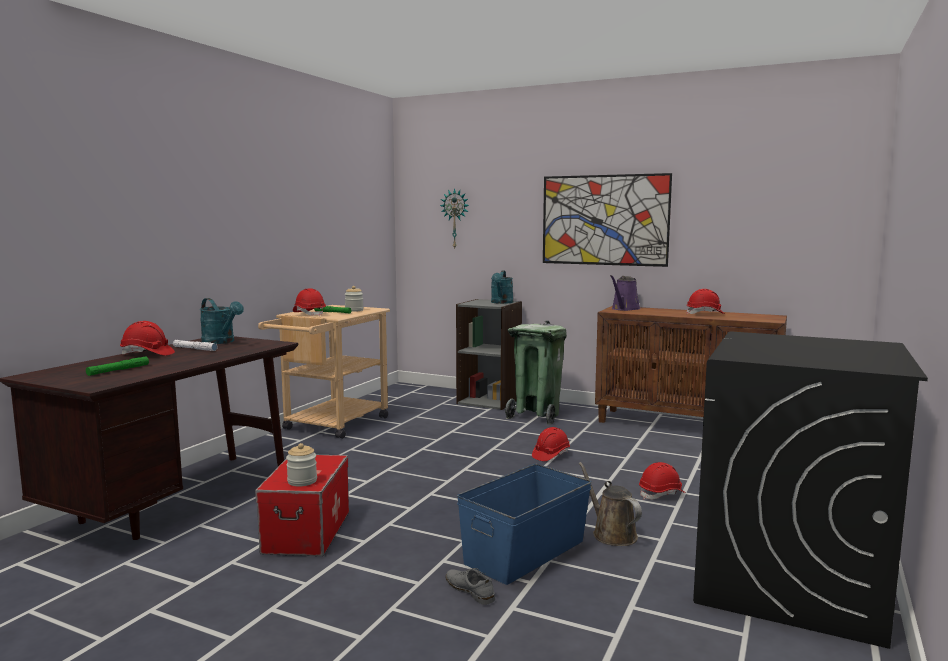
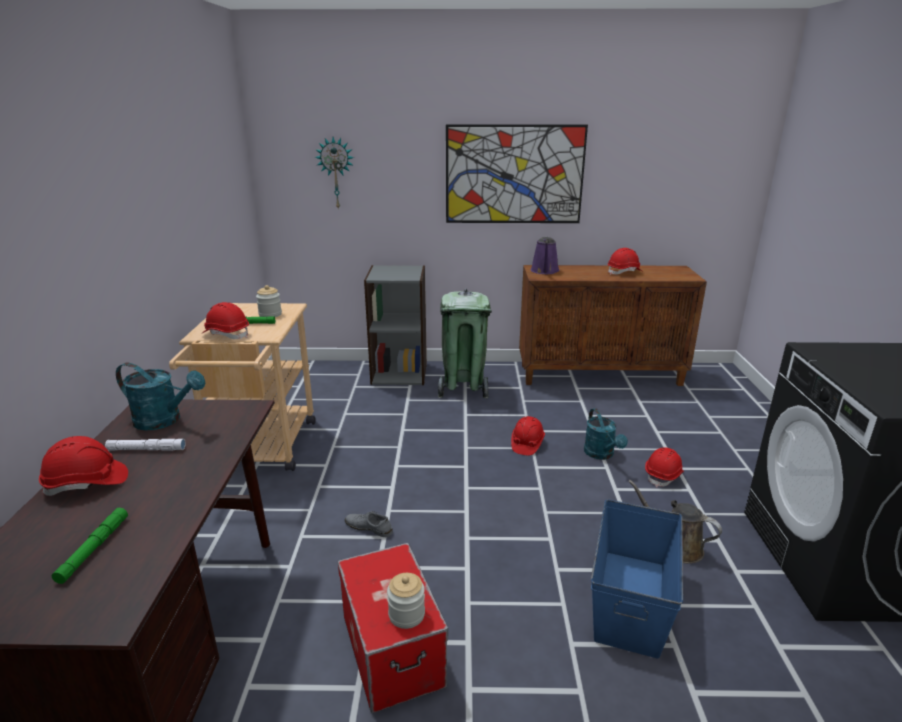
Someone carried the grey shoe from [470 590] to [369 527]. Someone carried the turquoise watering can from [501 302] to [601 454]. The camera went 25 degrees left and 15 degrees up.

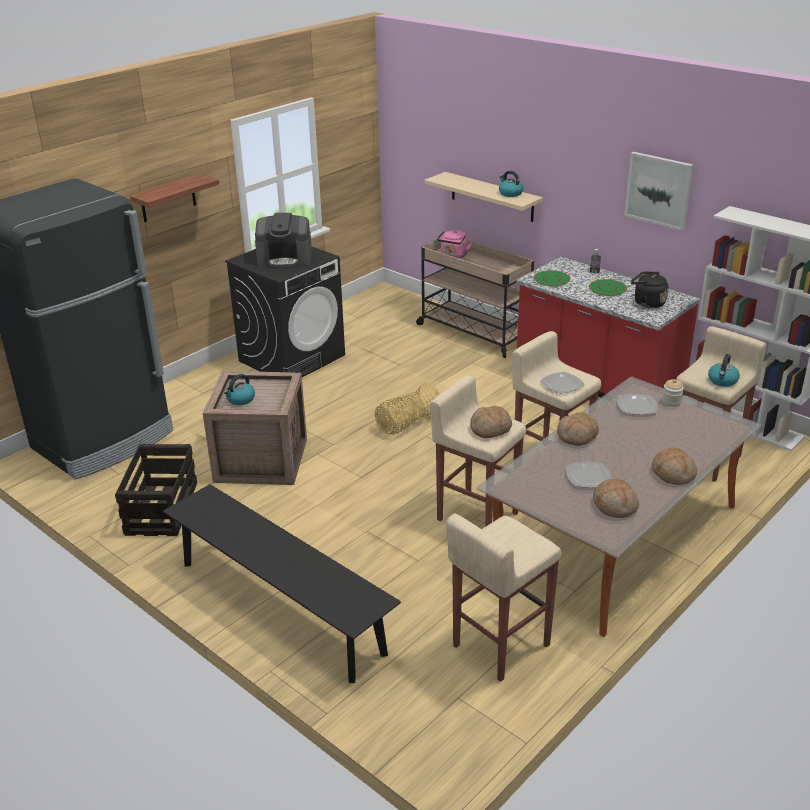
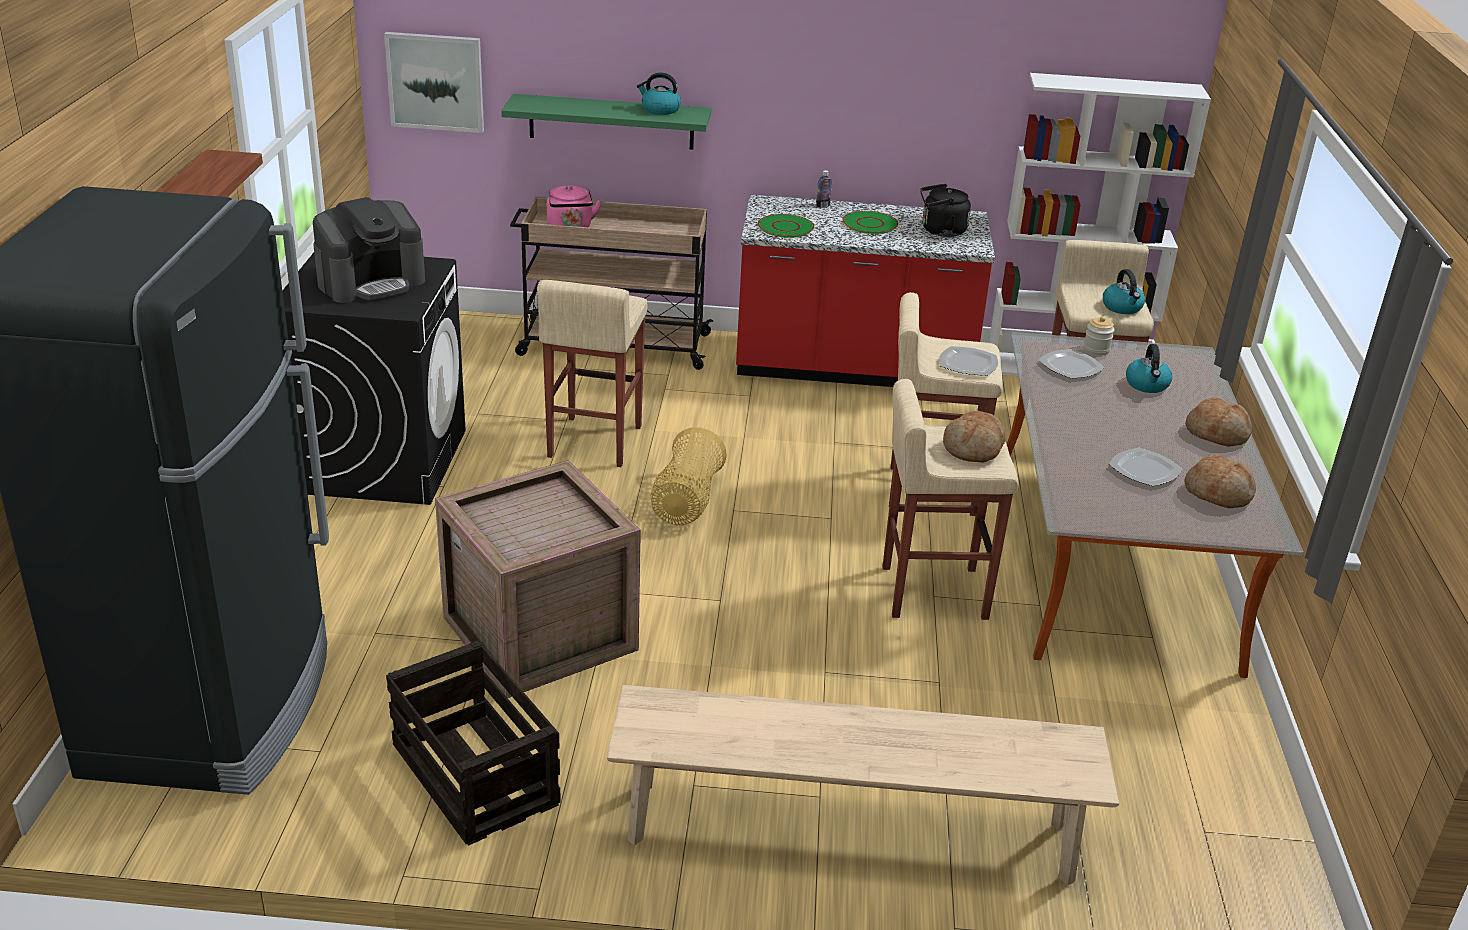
Someone carried the picture from [659 190] to [435 81]. Someone repainted the beige shelf at [492 197], which became the green shelf at [611 122]. Someone carried the beige stool from [499 645] to [593 442]. Someone repainted the black bench at [280 607], which became the beige bench at [850 832]. Someone carried the kettle from [240 399] to [1147 385]. Someone took away the bread at [577 436]. The camera went 40 degrees left and 0 degrees up.

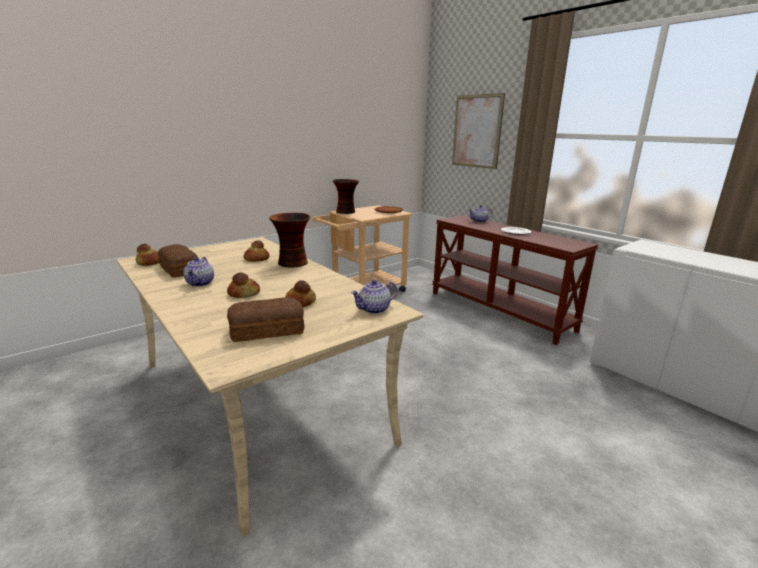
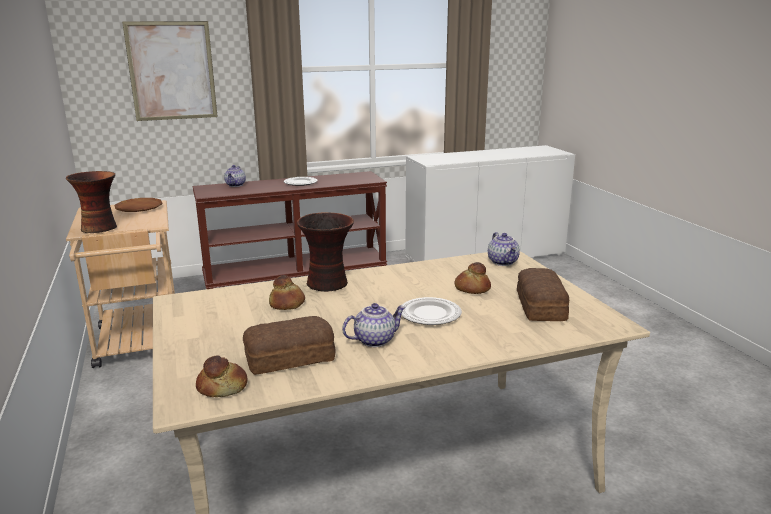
Someone rotated the teapot at [201 283] by 45 degrees counterclockwise. Someone swapped the bread at [244 293] for the plate at [429 314]. The camera went 70 degrees left and 0 degrees up.

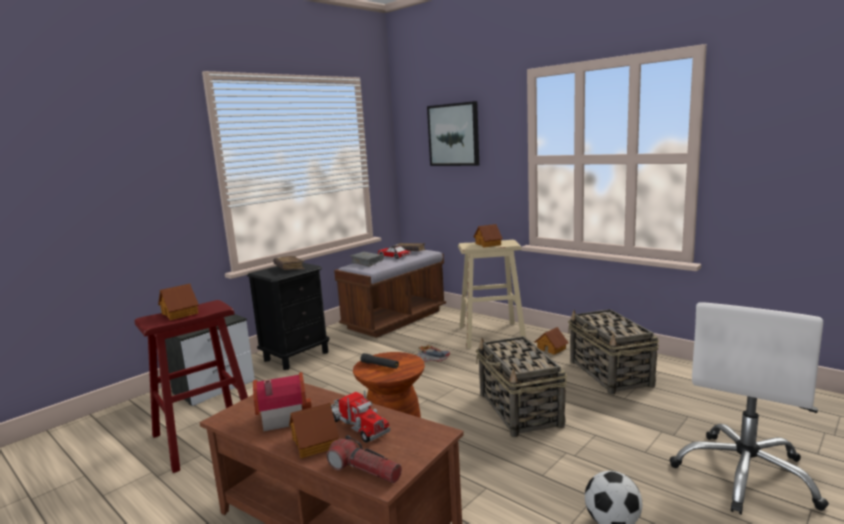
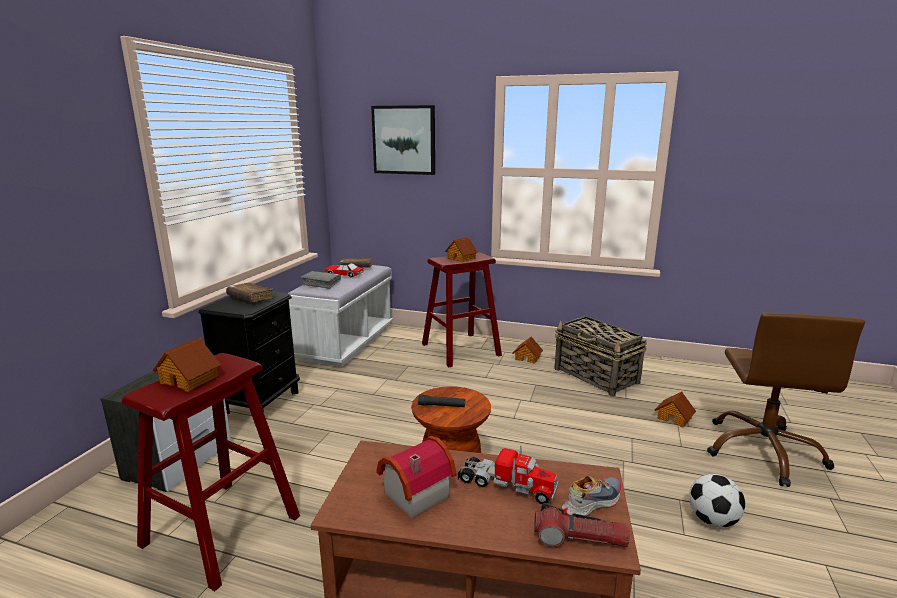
Someone repainted the brown bench at [395 319], which became the white bench at [345 343]. Someone repainted the beige stool at [491 334], which became the red stool at [461 349]. Someone carried the shoe from [432 359] to [591 502]. Someone carried the toy house from [315 442] to [674 418]. Someone repainted the white office chair at [745 475], which became the brown office chair at [763 451]. Someone took away the basket at [520 410]. The camera went 25 degrees left and 5 degrees up.

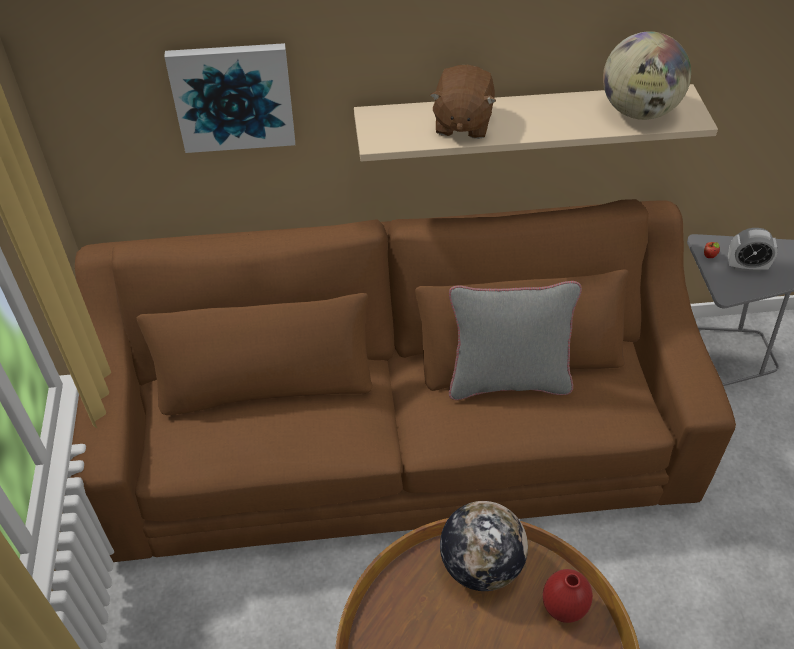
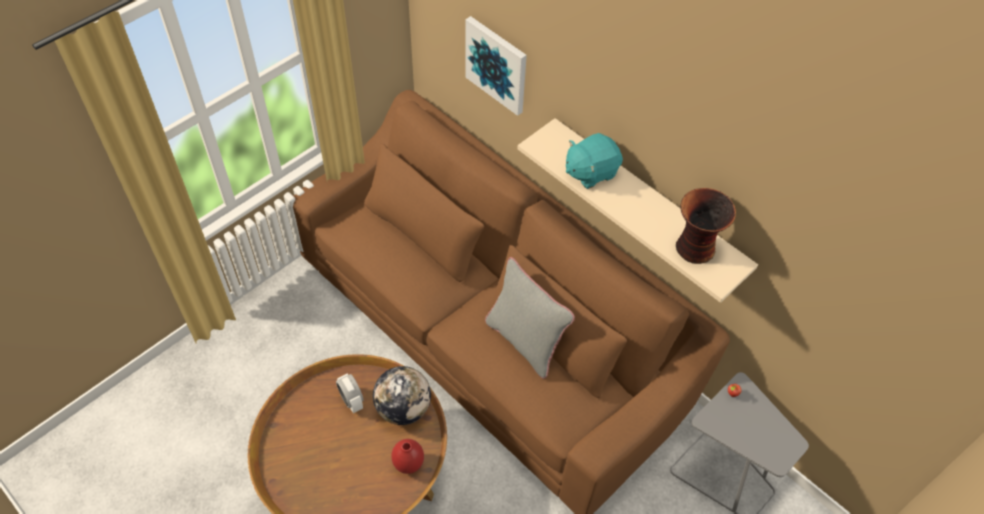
Someone carried the alarm clock from [746 266] to [351 400]. Someone repainted the brown plush toy at [461 123], which became the turquoise plush toy at [590 172]. Someone swapped the globe at [638 111] for the vase at [694 249]. The camera went 50 degrees right and 5 degrees up.

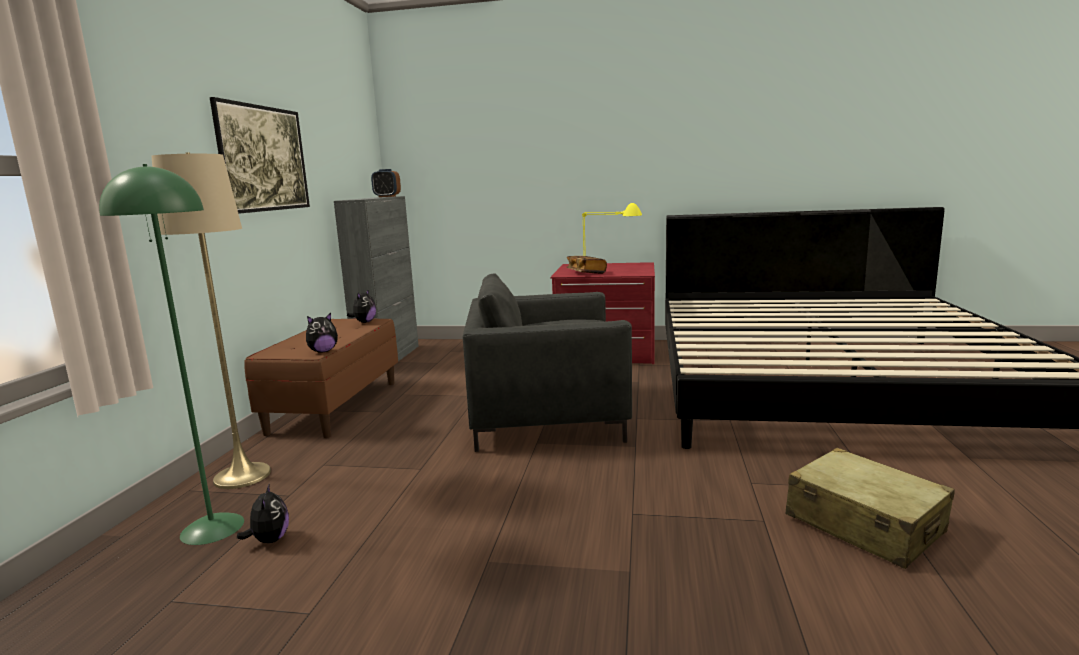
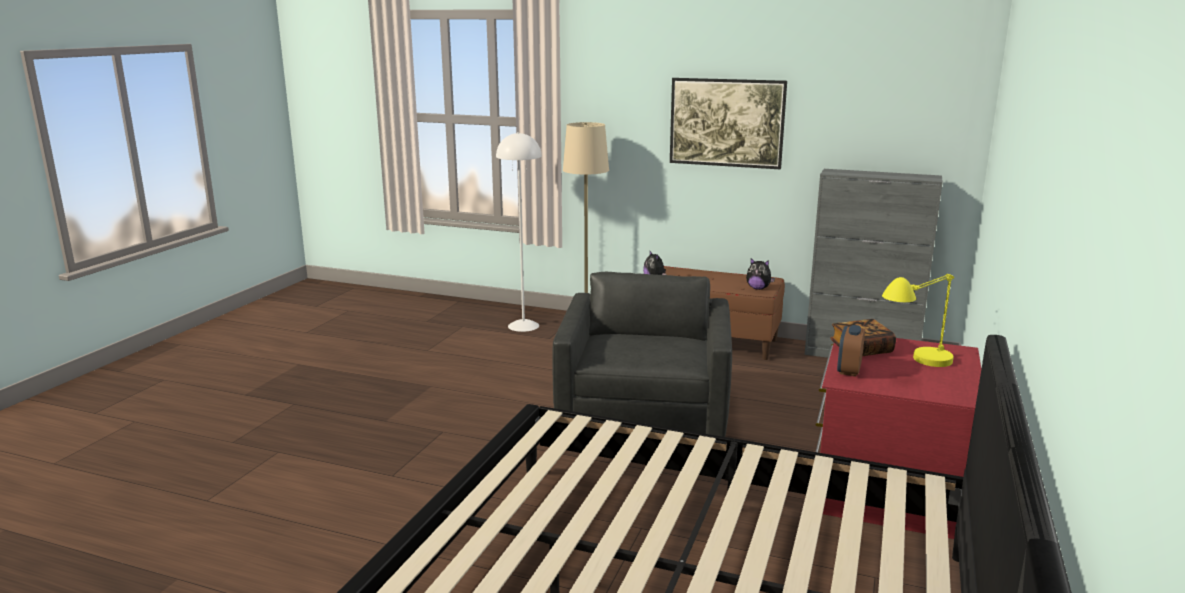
Someone repainted the green floor lamp at [212 528], which became the white floor lamp at [523 326]. Someone carried the alarm clock from [387 196] to [849 370]. Someone took away the plush toy at [269 540]. Someone took away the beige suitcase at [864 524]. The camera went 100 degrees right and 5 degrees up.

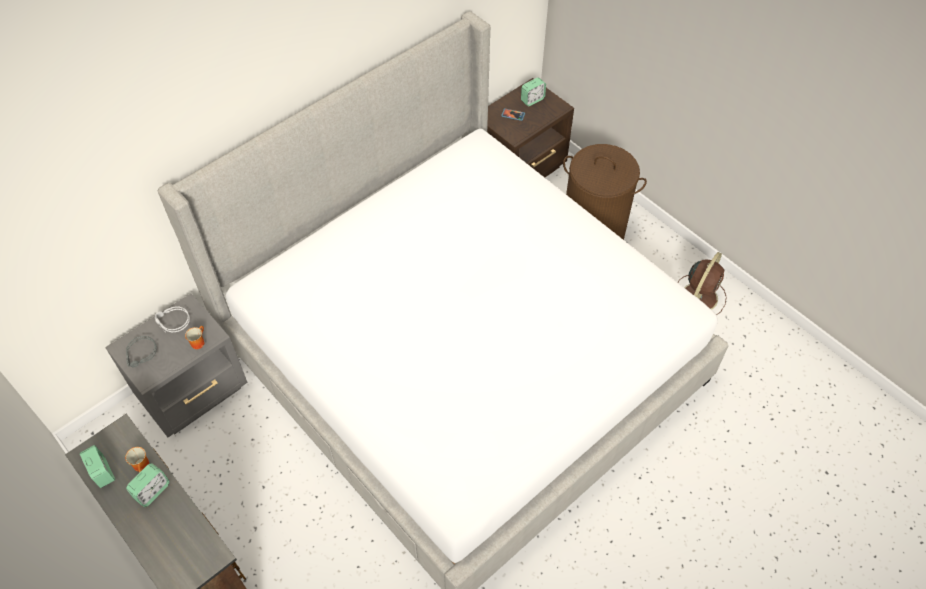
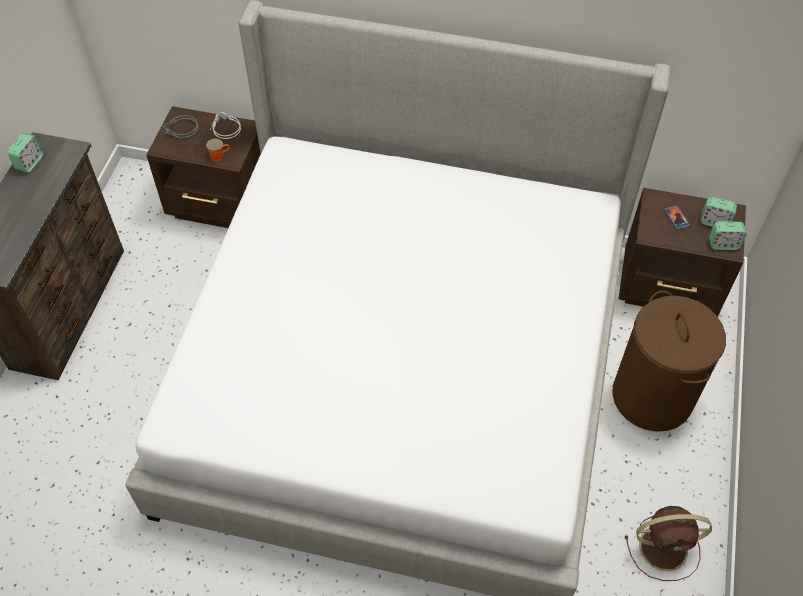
Someone repainted the grey nightstand at [195 392], which became the brown nightstand at [221 205]. Someone carried the alarm clock from [152 491] to [723 244]. Someone took away the mug at [143 466]. The camera went 55 degrees right and 0 degrees up.

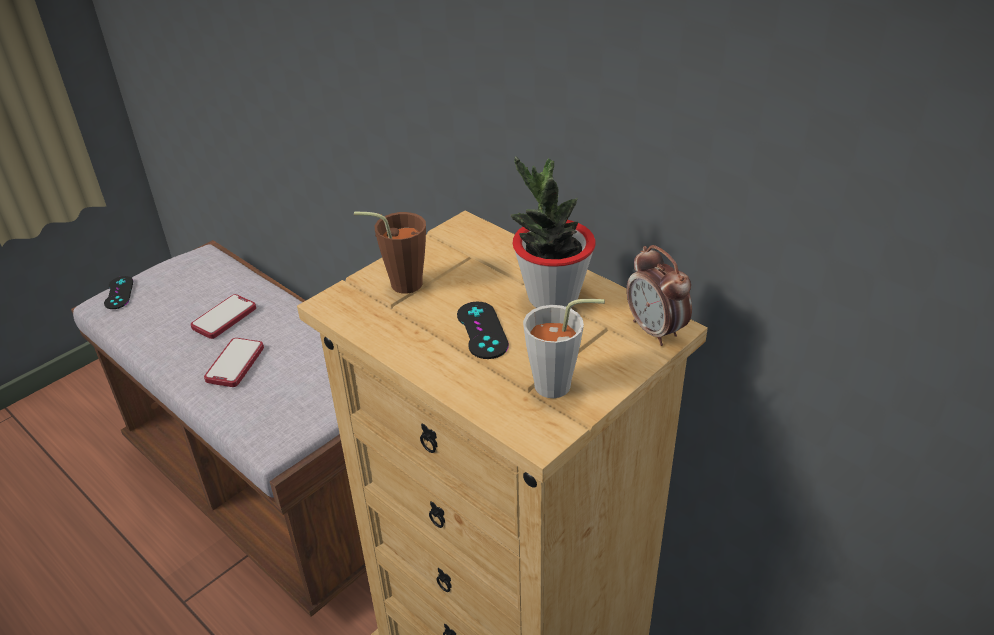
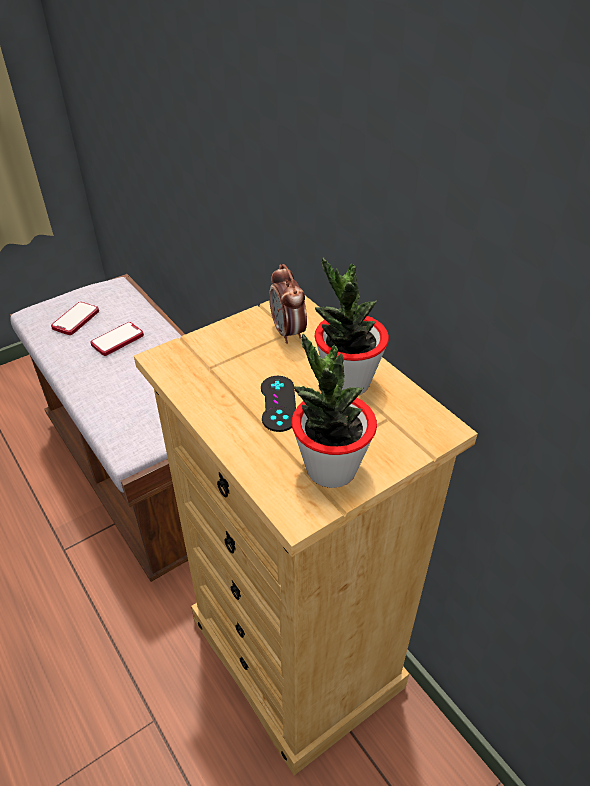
Someone carried the phone from [235 364] to [76 319]. Someone carried the alarm clock from [655 331] to [288 332]. Someone swapped the grey cup at [561 386] for the potted plant at [330 469]. Someone took away the black game controller at [119 293]. Someone took away the brown cup at [399 284]. The camera went 10 degrees right and 5 degrees up.

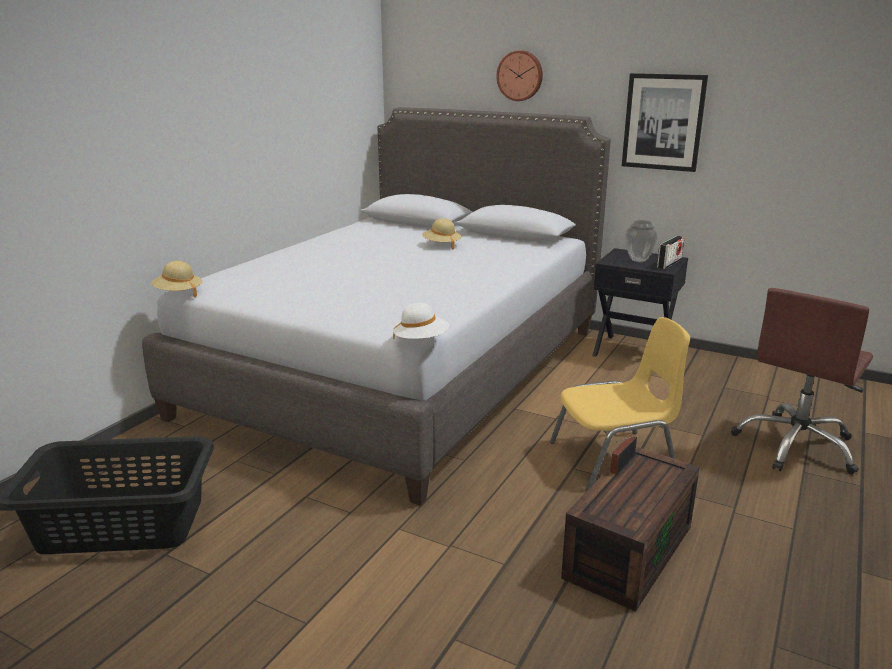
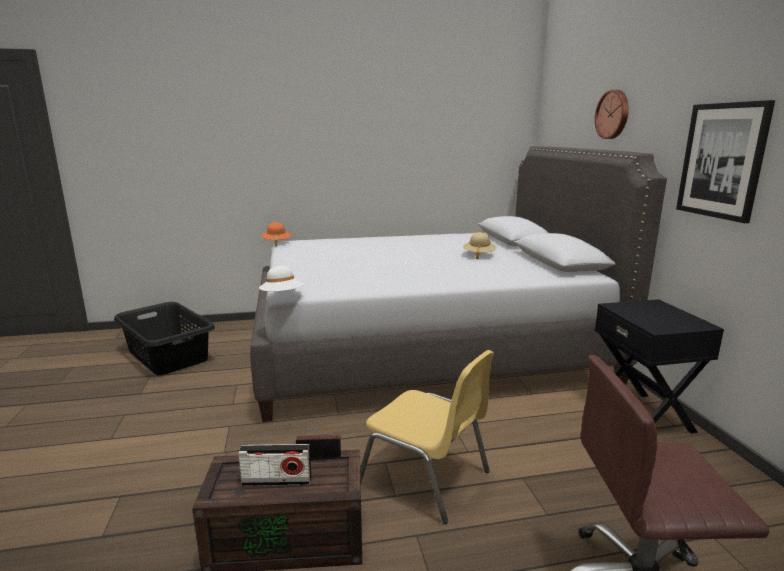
Someone carried the radio from [669 263] to [277 481]. Someone repainted the beige hat at [178 293], which became the orange hat at [276 243]. Someone took away the vase at [639 260]. The camera went 50 degrees right and 5 degrees down.

